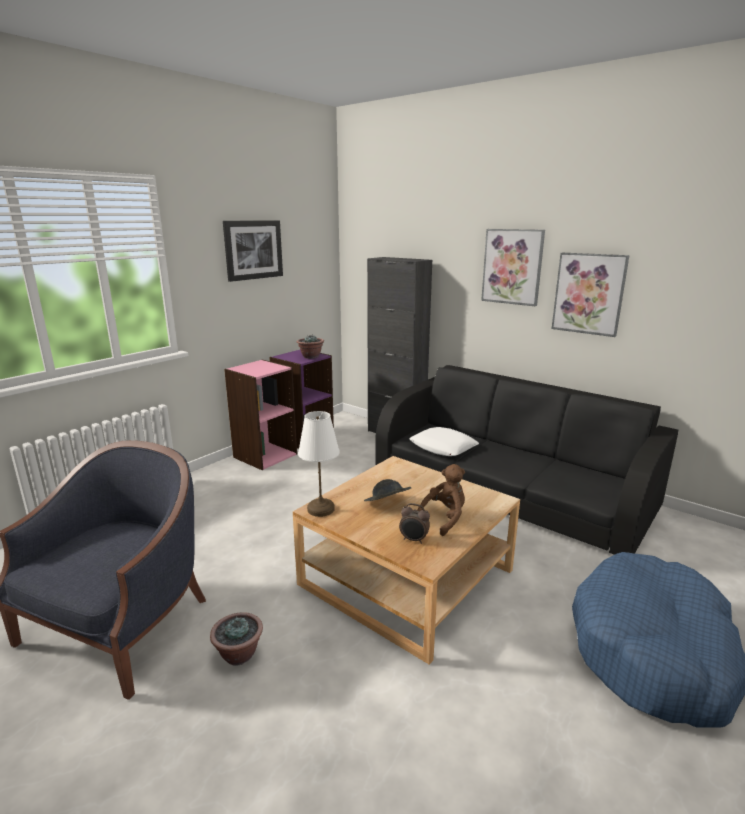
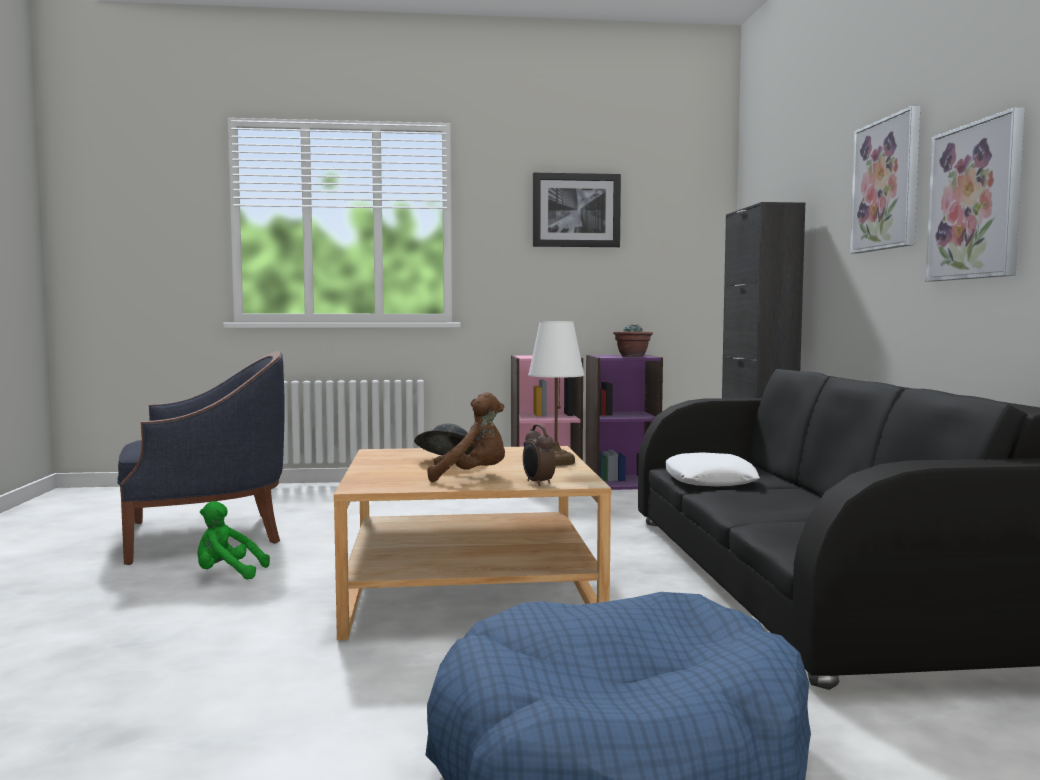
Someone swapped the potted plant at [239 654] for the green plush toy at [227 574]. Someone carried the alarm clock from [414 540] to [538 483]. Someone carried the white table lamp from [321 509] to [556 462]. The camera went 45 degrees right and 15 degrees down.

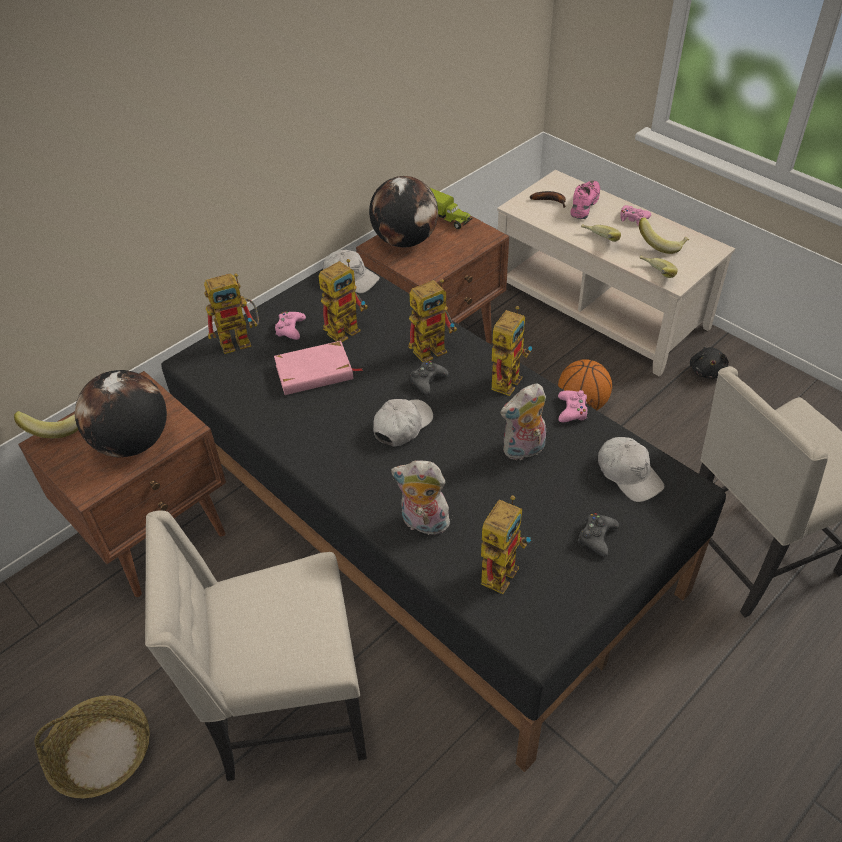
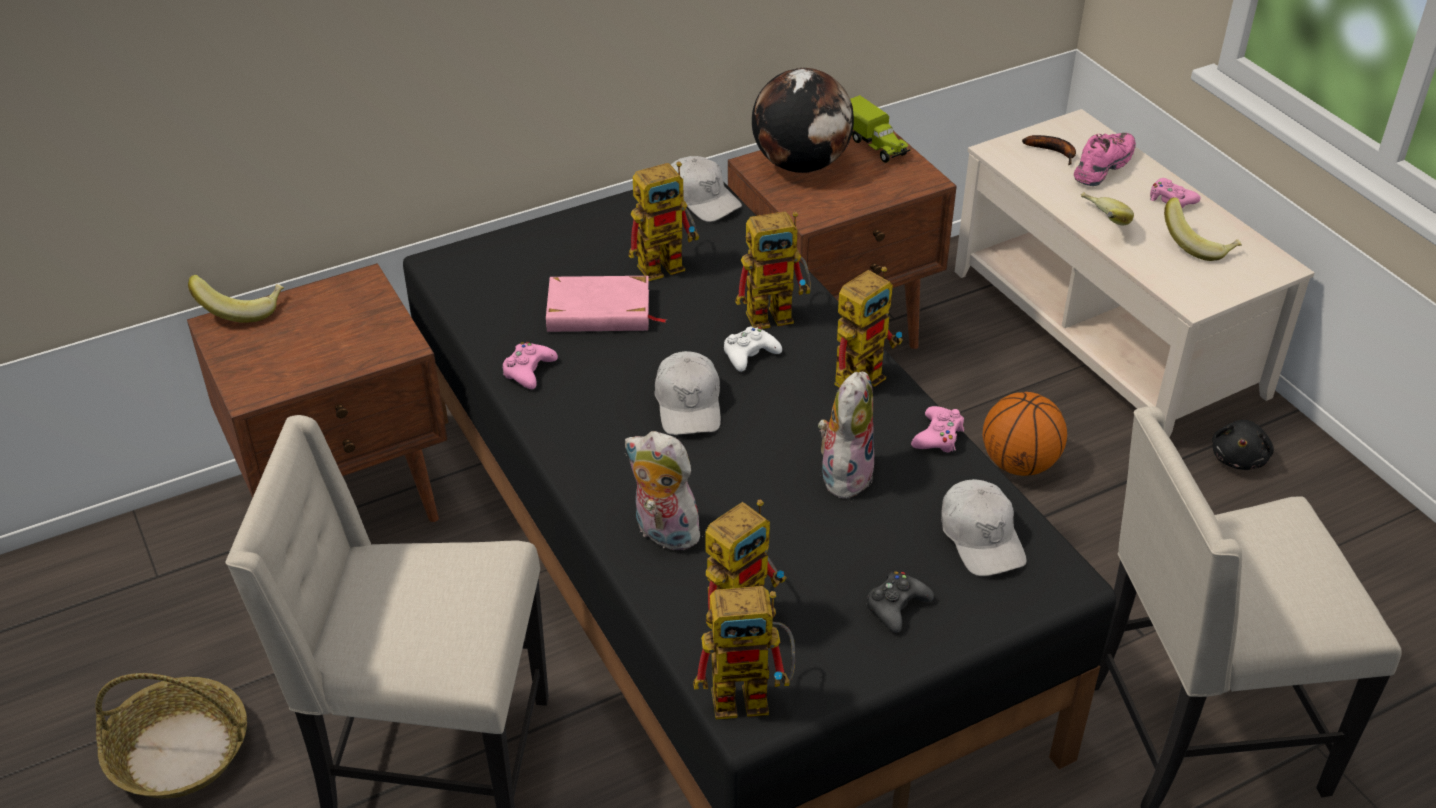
Someone carried the pink game controller from [290 329] to [528 371]. Someone rotated the white cap at [402 426] by 120 degrees clockwise. Someone carried the toy robot from [241 340] to [753 695]. Someone repainted the black game controller at [427 381], which became the white game controller at [749 354]. Someone rotated the plush toy at [523 451] by 120 degrees clockwise. Someone took away the globe at [132 443]. Someone took away the banana at [654 276]. The camera went 15 degrees right and 5 degrees down.

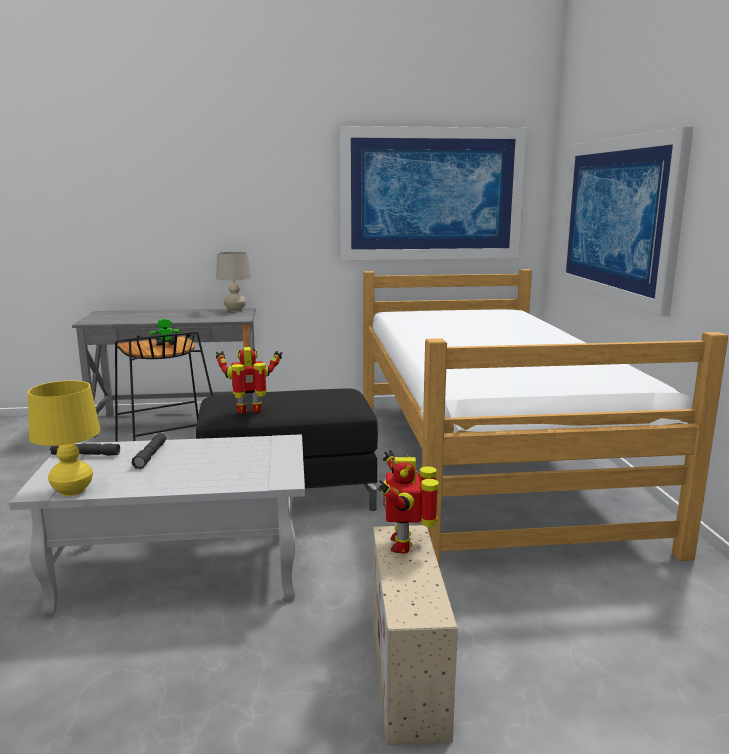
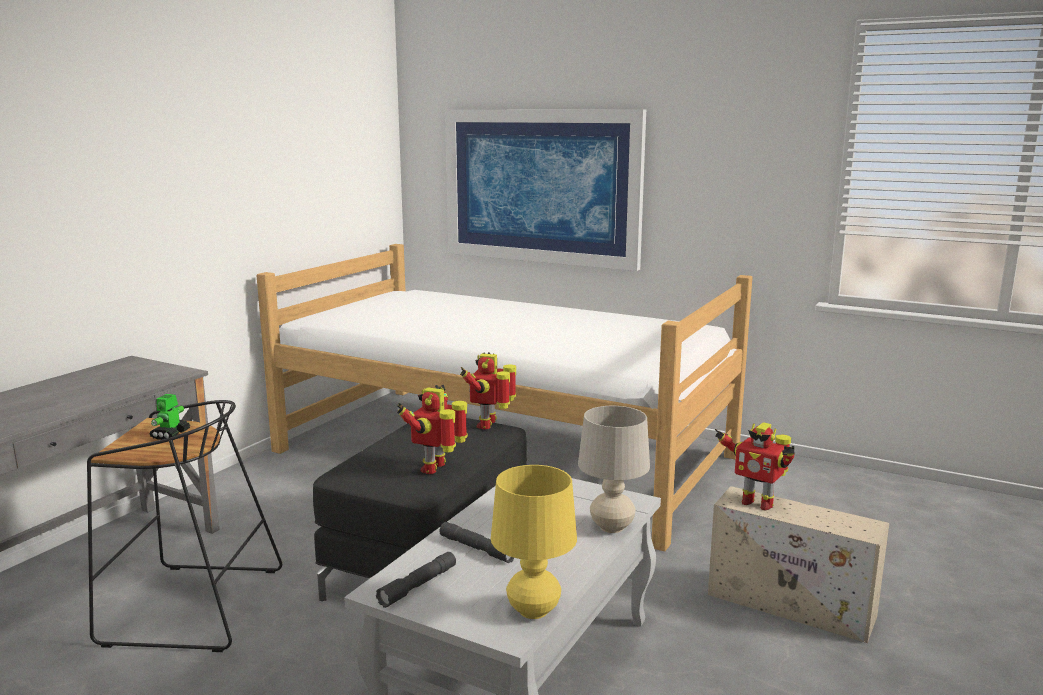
Someone put down the toy robot at [489 424]. Someone carried the beige table lamp from [235 310] to [611 527]. Someone took away the picture at [431 194]. The camera went 55 degrees left and 0 degrees up.

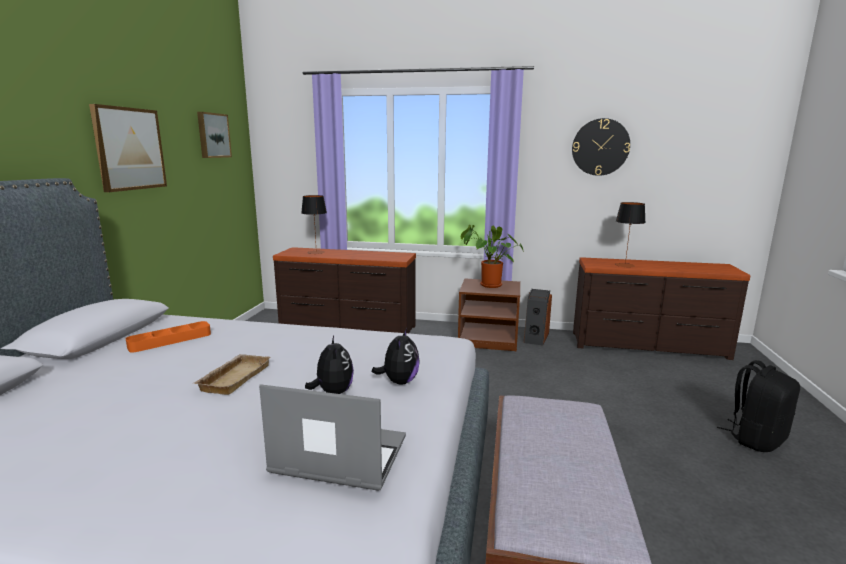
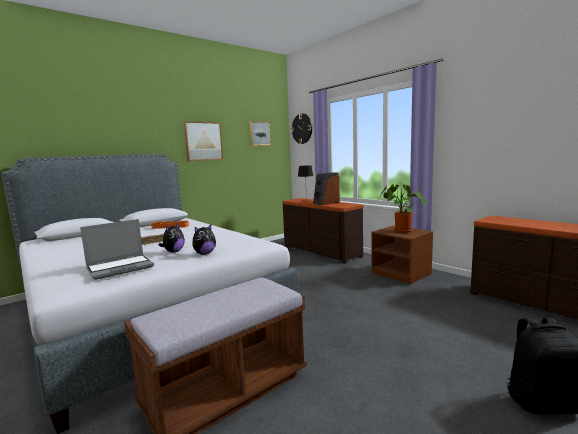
Someone rotated the laptop at [337 457] by 90 degrees clockwise. Someone carried the wall clock from [600 147] to [302 128]. Someone carried the speaker from [535 337] to [326 203]. Someone took away the table lamp at [625 265]. The camera went 40 degrees right and 5 degrees down.

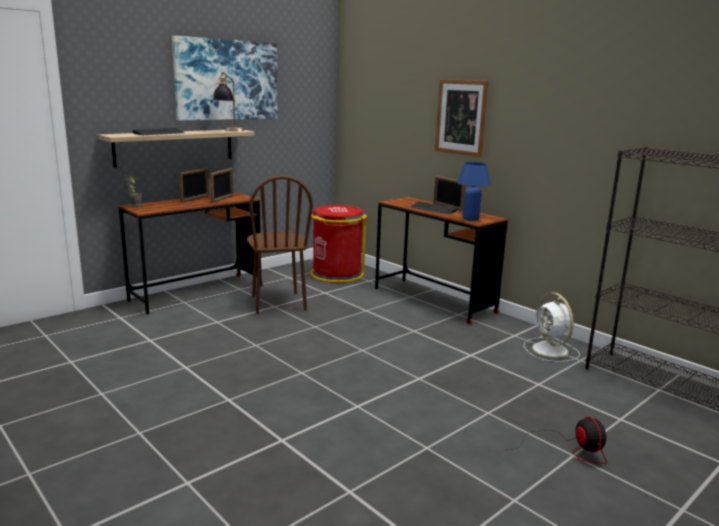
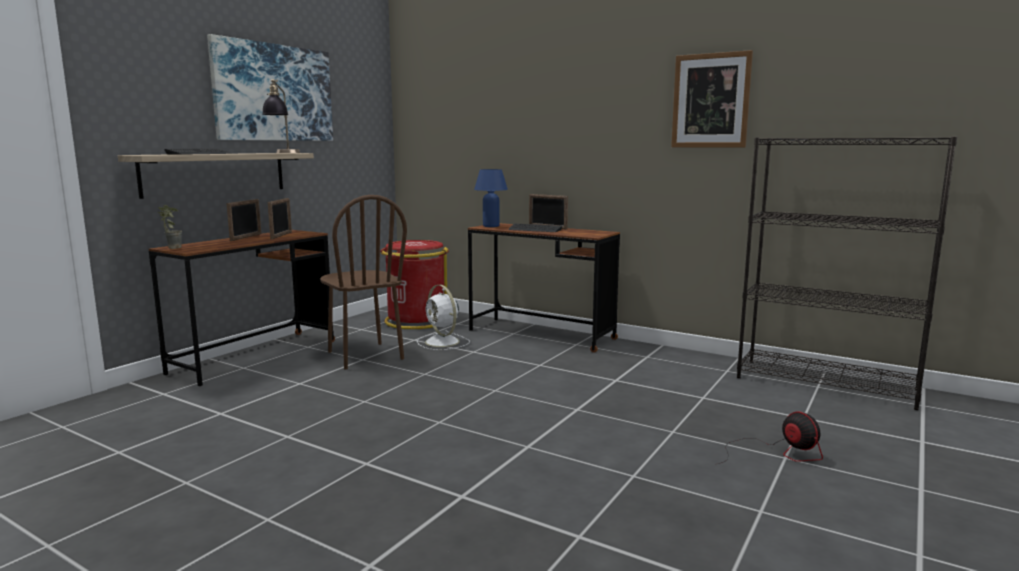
Someone carried the white fan from [551 350] to [443 342]. Someone carried the blue table lamp from [470 219] to [491 226]. Someone carried the picture from [461 117] to [710 101]. The camera went 15 degrees left and 5 degrees down.

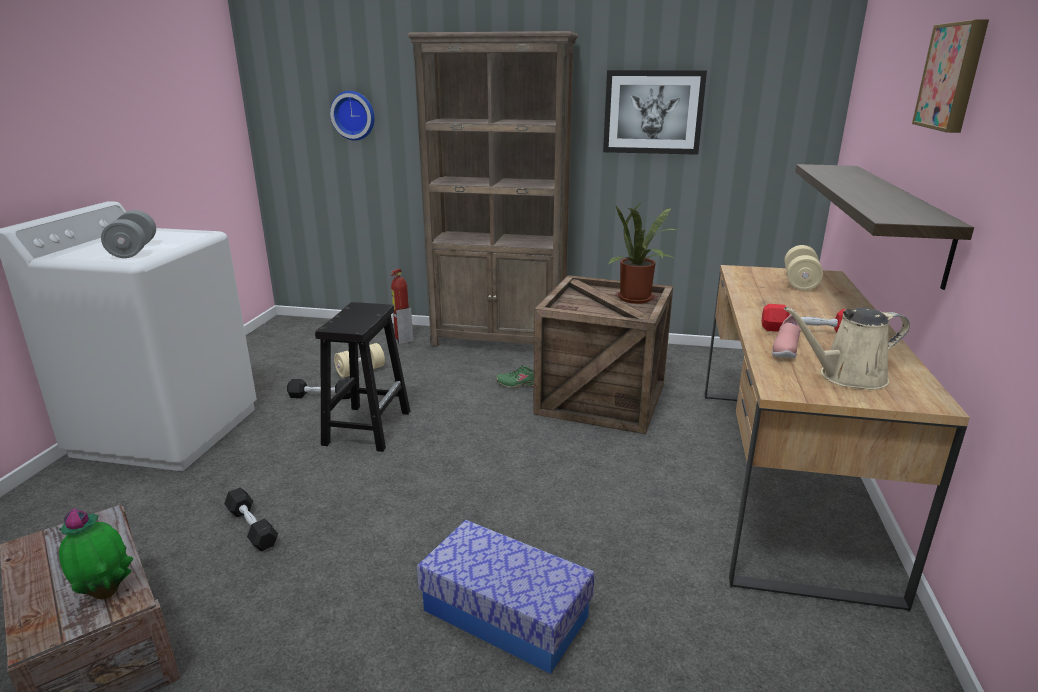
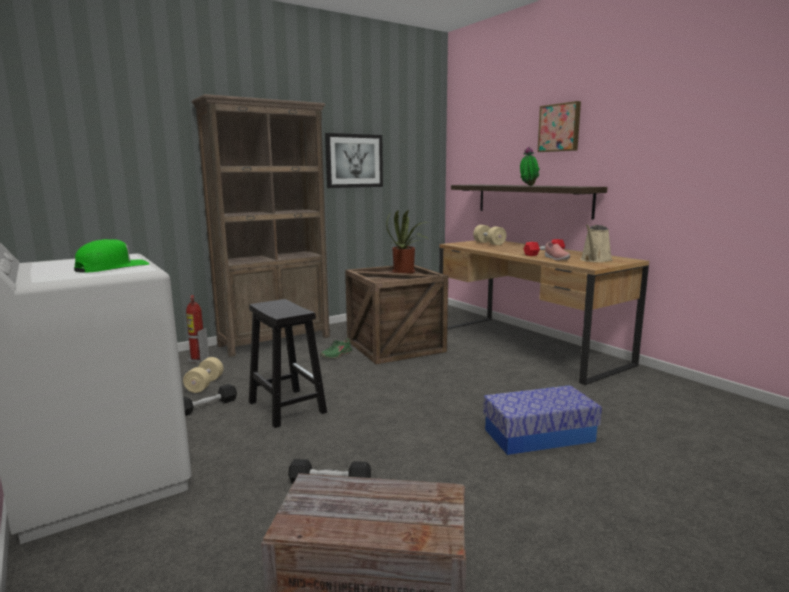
Someone swapped the grey dumbbell at [133 250] for the green cap at [112 267]. Someone carried the potted plant from [106 592] to [528 185]. Someone took away the wall clock at [354 115]. The camera went 45 degrees left and 10 degrees down.

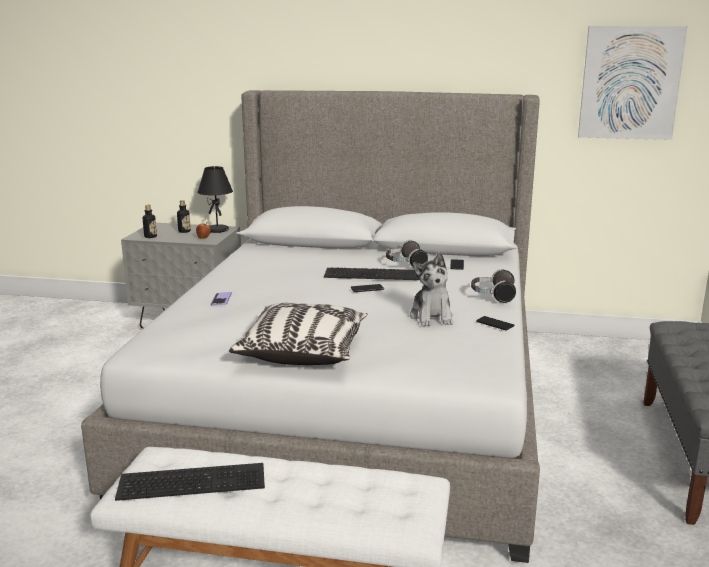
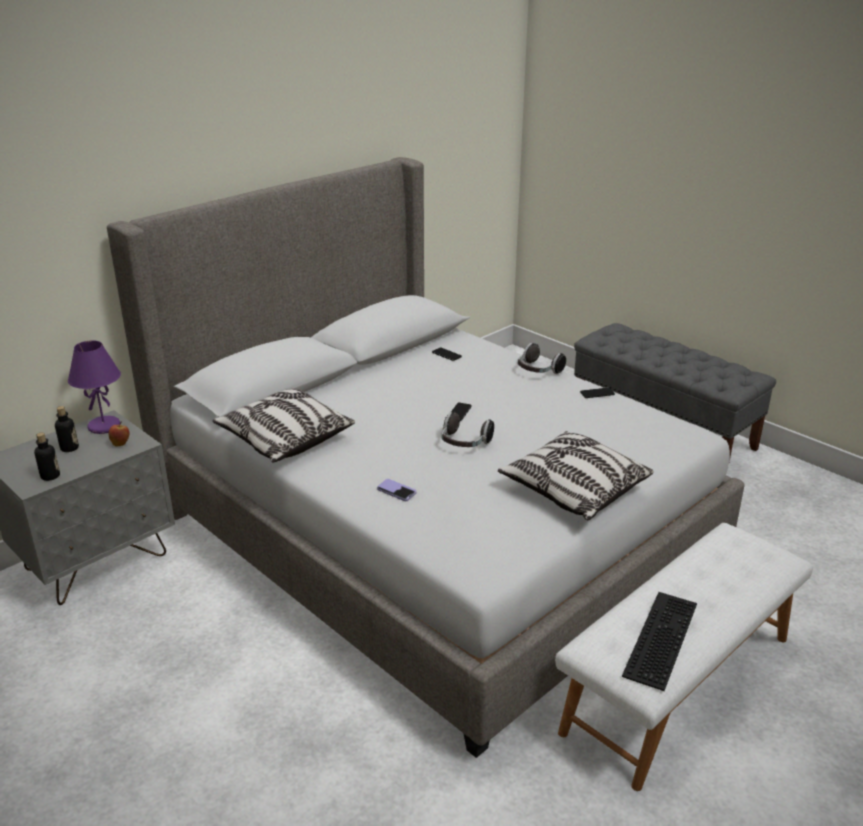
Someone repainted the black table lamp at [218 230], which became the purple table lamp at [104 426]. Someone put down the pillow at [284 439]. Someone carried the headphones from [405 264] to [464 443]. Someone took away the keyboard at [373 273]. Someone took away the plush toy at [432 317]. Someone took away the picture at [630 83]. The camera went 55 degrees left and 10 degrees up.

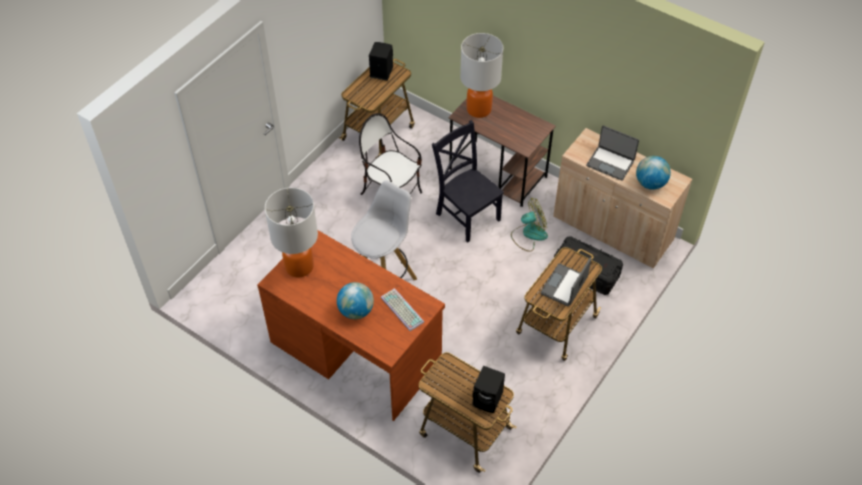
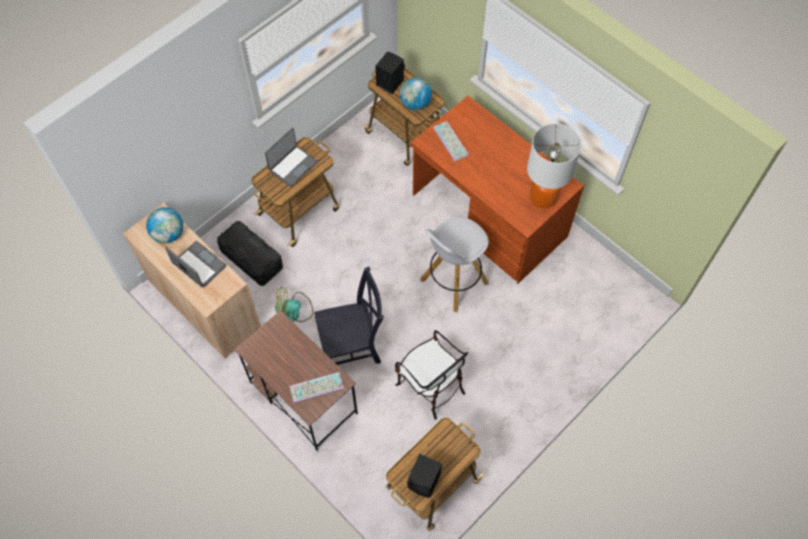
Someone swapped the table lamp at [479 109] for the keyboard at [316 388]. Someone rotated the black chair at [466 214] by 75 degrees counterclockwise. Someone carried the globe from [356 311] to [415 104]. The camera went 170 degrees left and 10 degrees up.

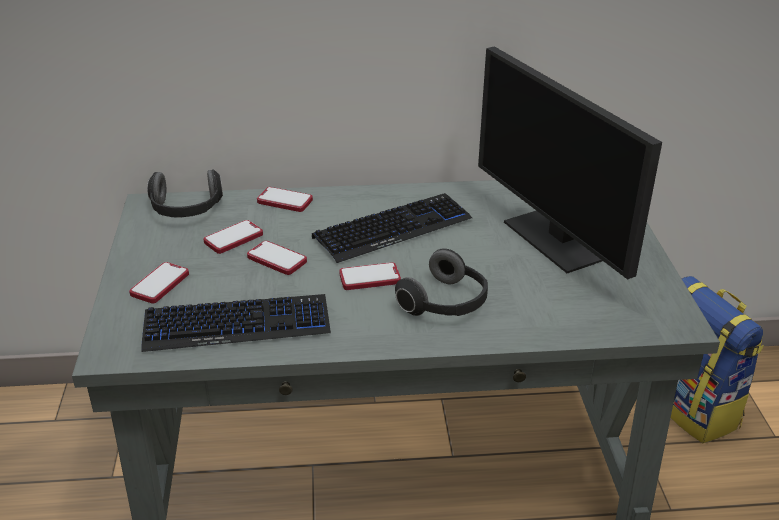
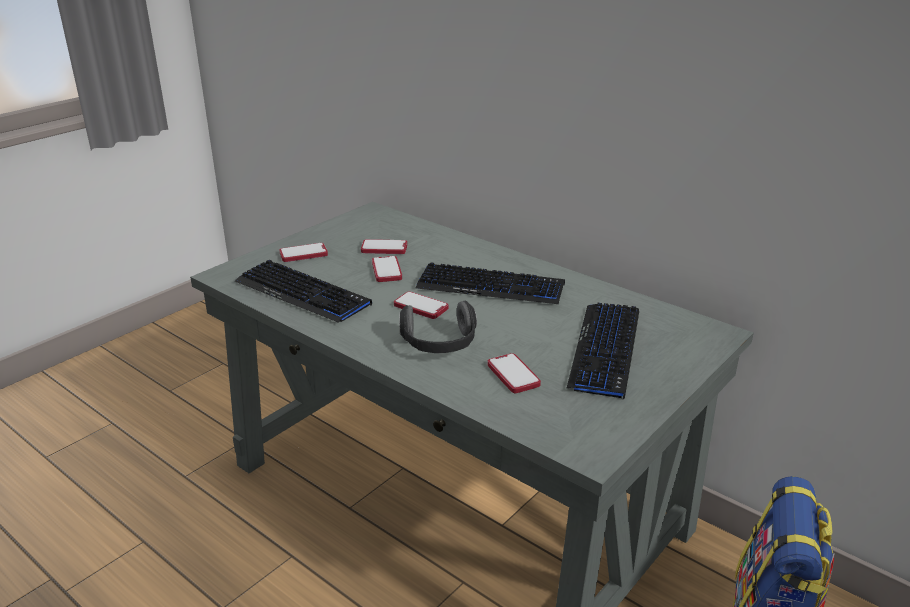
Someone carried the phone from [285 201] to [513 375]. Someone swapped the monitor at [560 239] for the keyboard at [605 350]. Someone took away the headphones at [186 211]. The camera went 45 degrees right and 5 degrees down.

